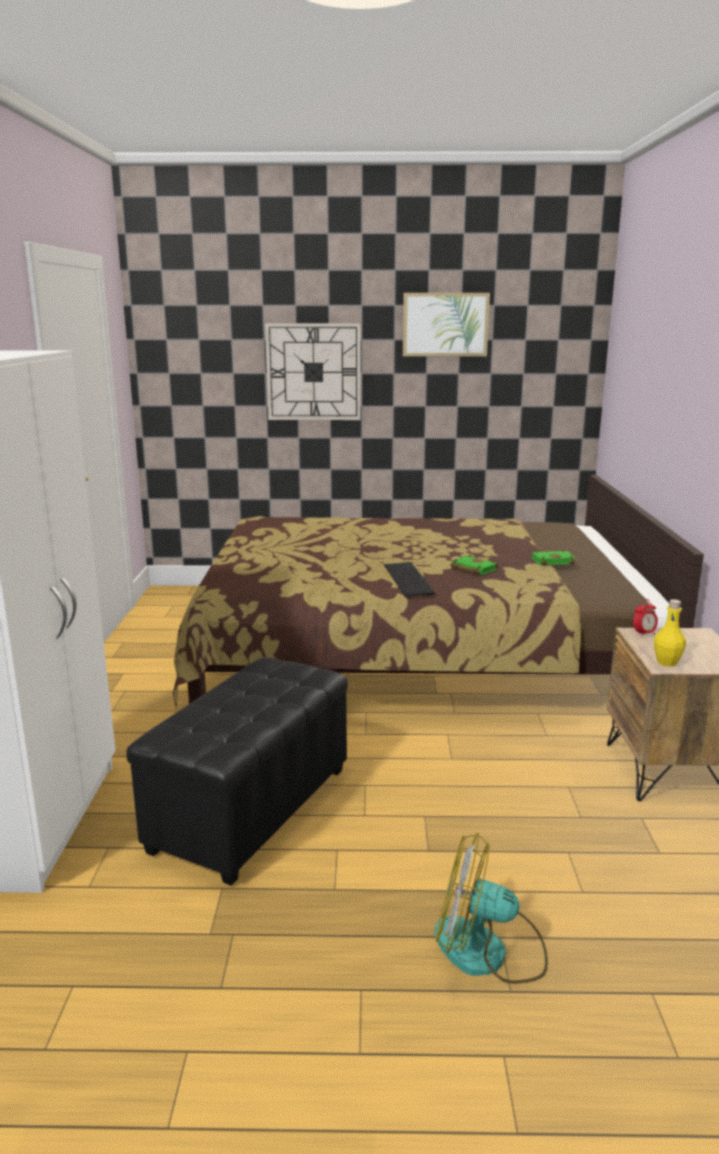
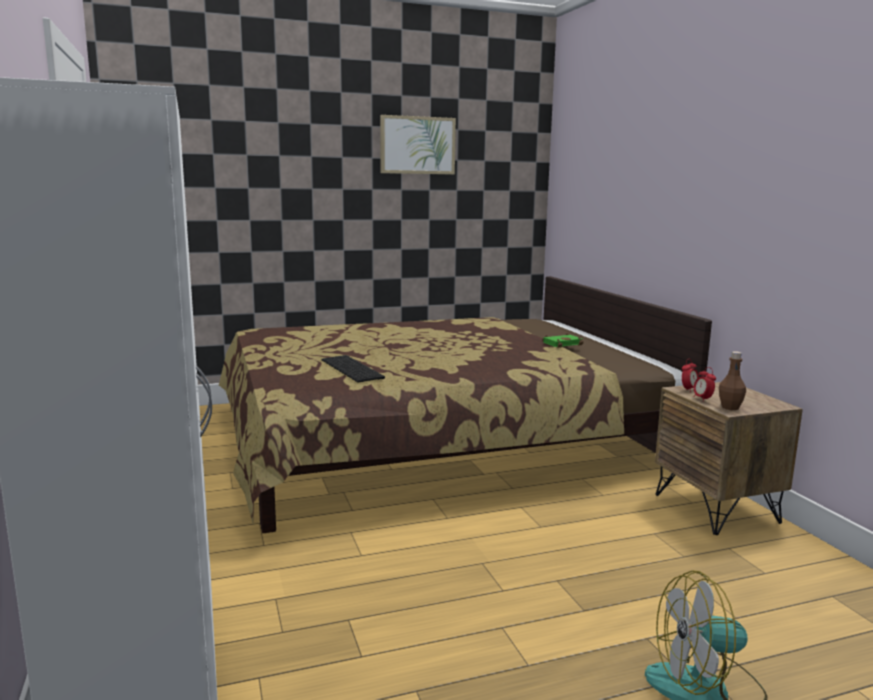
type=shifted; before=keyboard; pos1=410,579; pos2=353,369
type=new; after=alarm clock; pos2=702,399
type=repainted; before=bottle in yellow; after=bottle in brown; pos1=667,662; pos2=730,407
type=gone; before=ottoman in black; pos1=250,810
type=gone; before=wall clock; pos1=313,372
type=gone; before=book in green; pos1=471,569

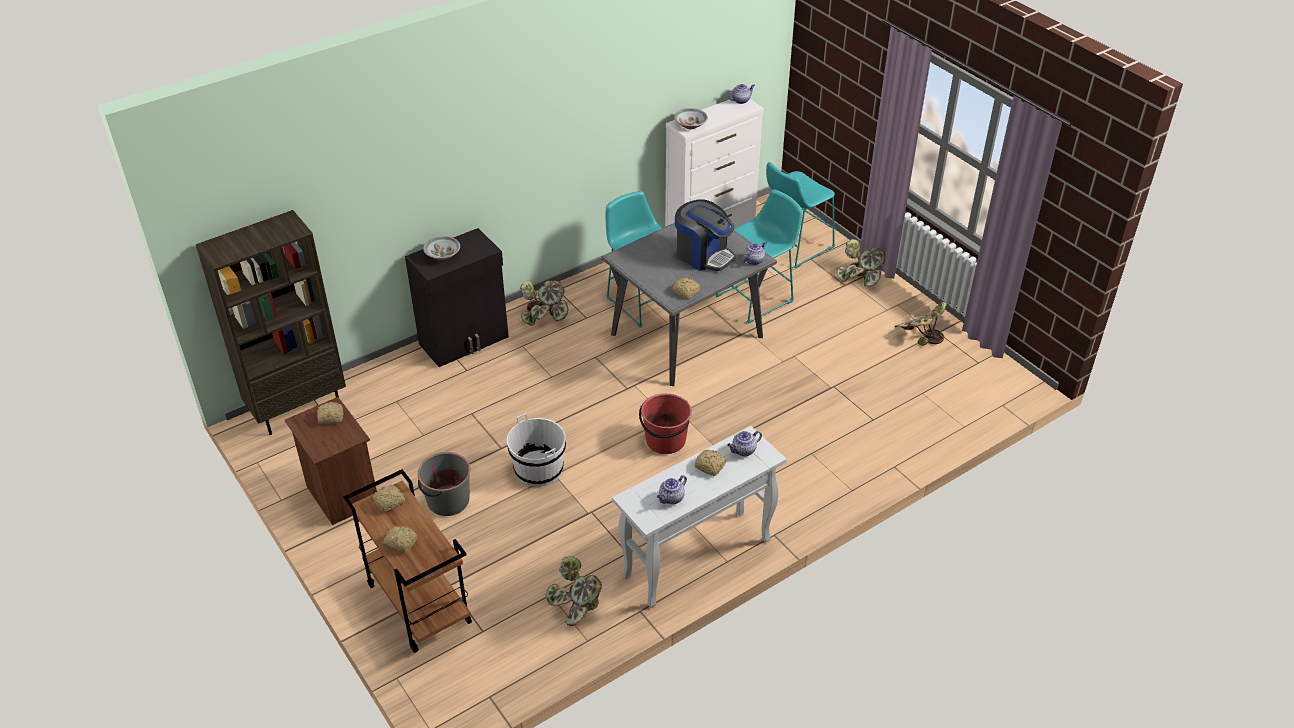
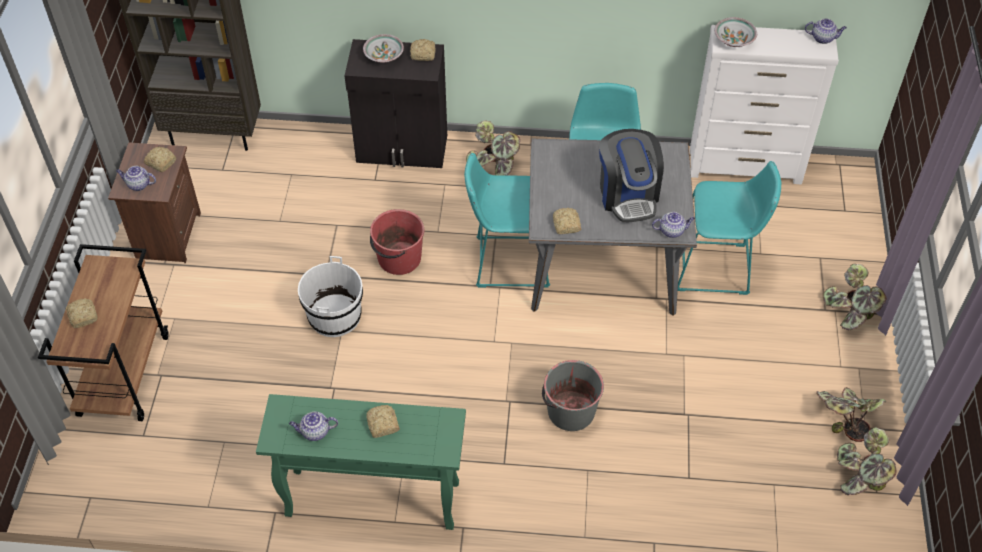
type=shifted; before=teapot; pos1=743,451; pos2=138,185
type=repainted; before=console table in white; after=console table in green; pos1=696,559; pos2=371,499
type=shifted; before=bucket in red; pos1=665,441; pos2=398,259
type=shifted; before=bread; pos1=390,502; pos2=424,54
type=shifted; before=stool in turquoise; pos1=794,248; pos2=507,261
type=shifted; before=bucket in grey; pos1=447,501; pos2=570,411
type=shifted; before=potted plant; pos1=575,607; pos2=860,477

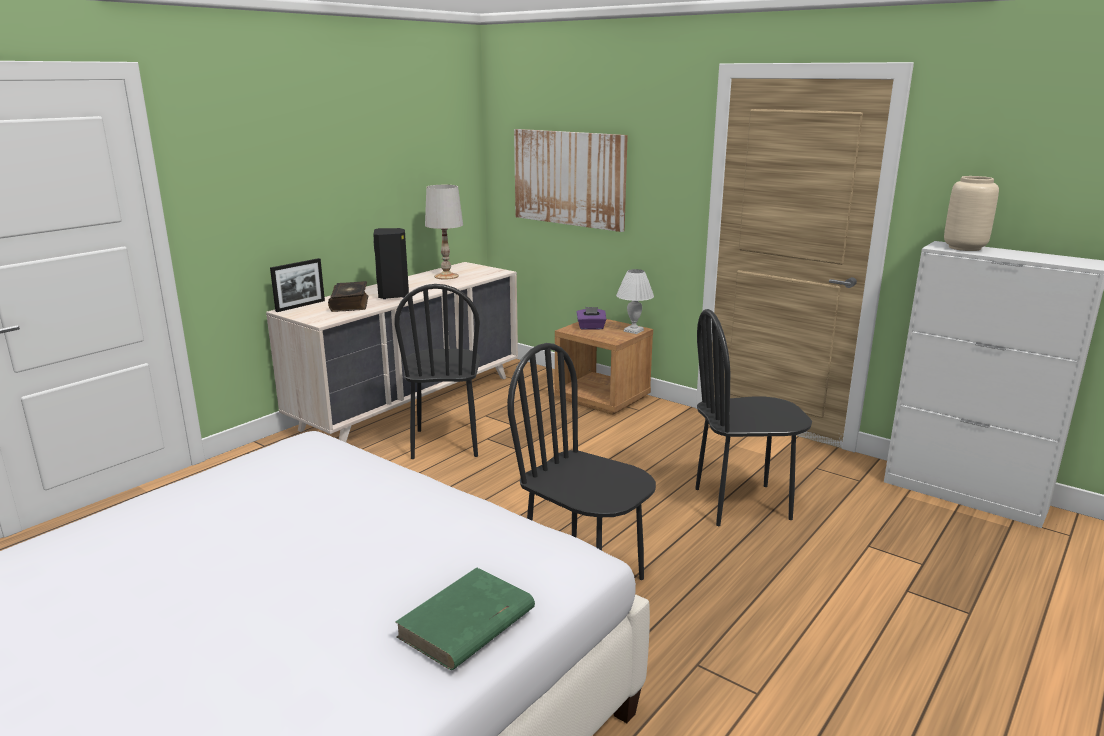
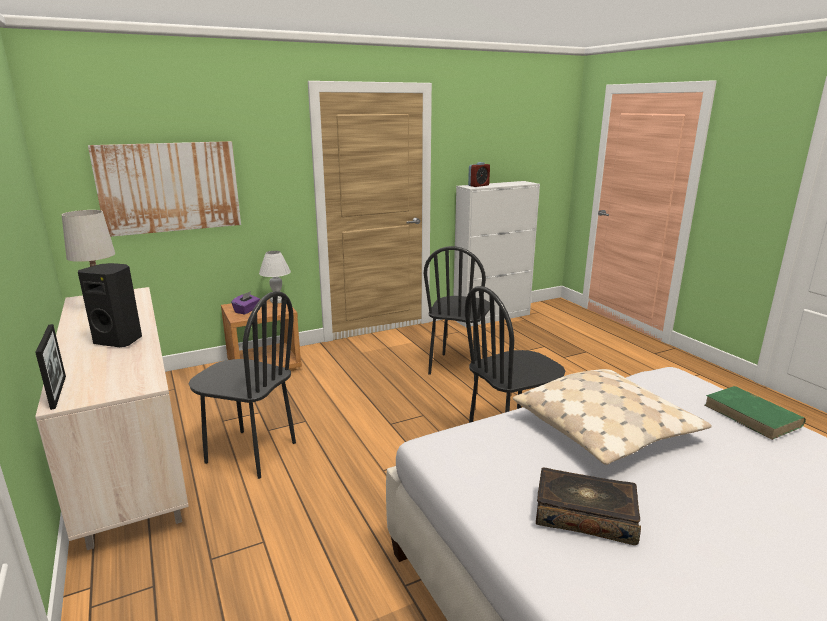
type=swapped; before=vase in beige; after=alarm clock; pos1=965,248; pos2=478,185
type=new; after=pillow in beige; pos2=605,430
type=shifted; before=book; pos1=350,303; pos2=585,515

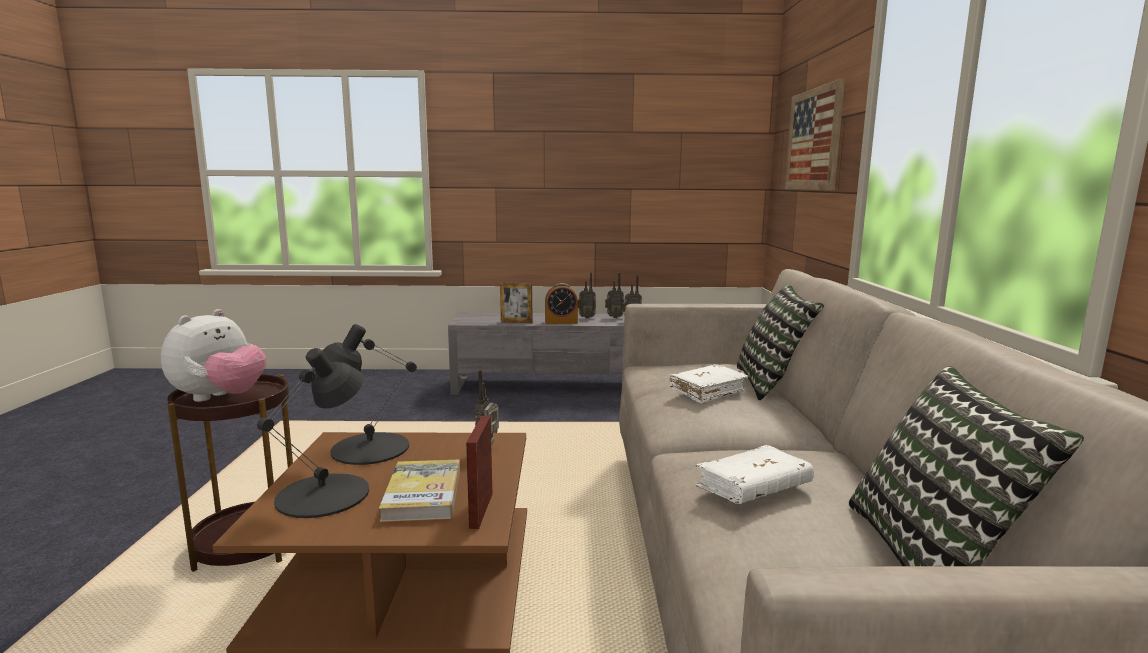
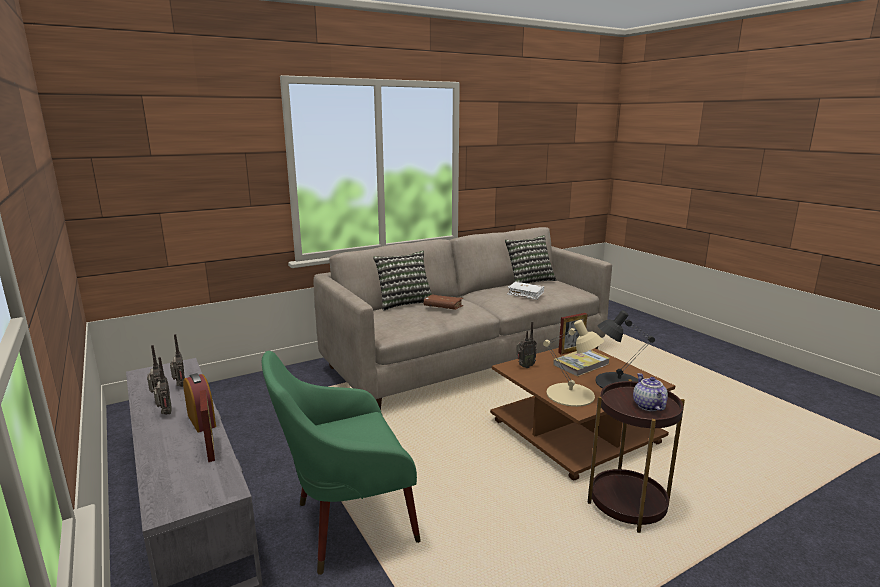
type=new; after=armchair in green; pos2=346,524
type=repainted; before=book in white; after=book in brown; pos1=707,391; pos2=443,307
type=repainted; before=table lamp in black; after=table lamp in beige; pos1=369,448; pos2=571,395
type=swapped; before=plush toy; after=teapot; pos1=220,398; pos2=647,406
type=gone; before=picture; pos1=813,139

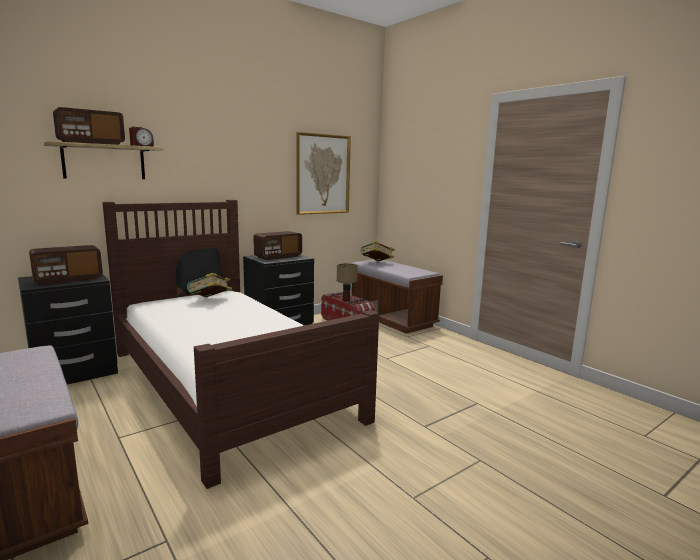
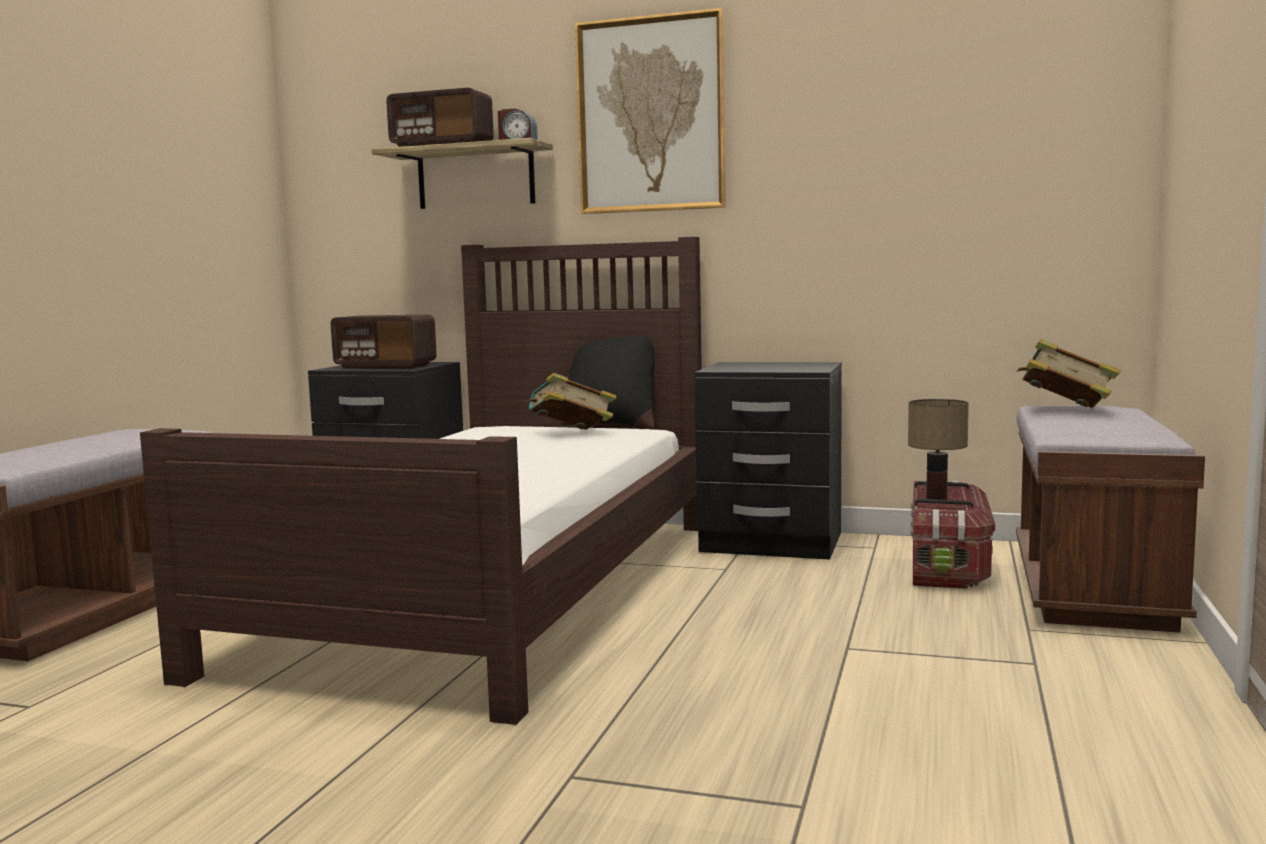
type=shifted; before=picture; pos1=322,174; pos2=651,115
type=gone; before=radio; pos1=278,257

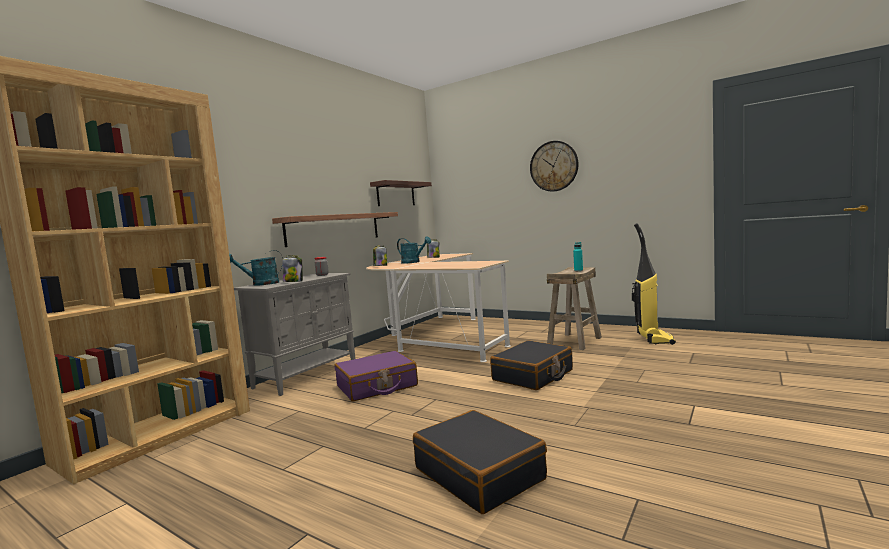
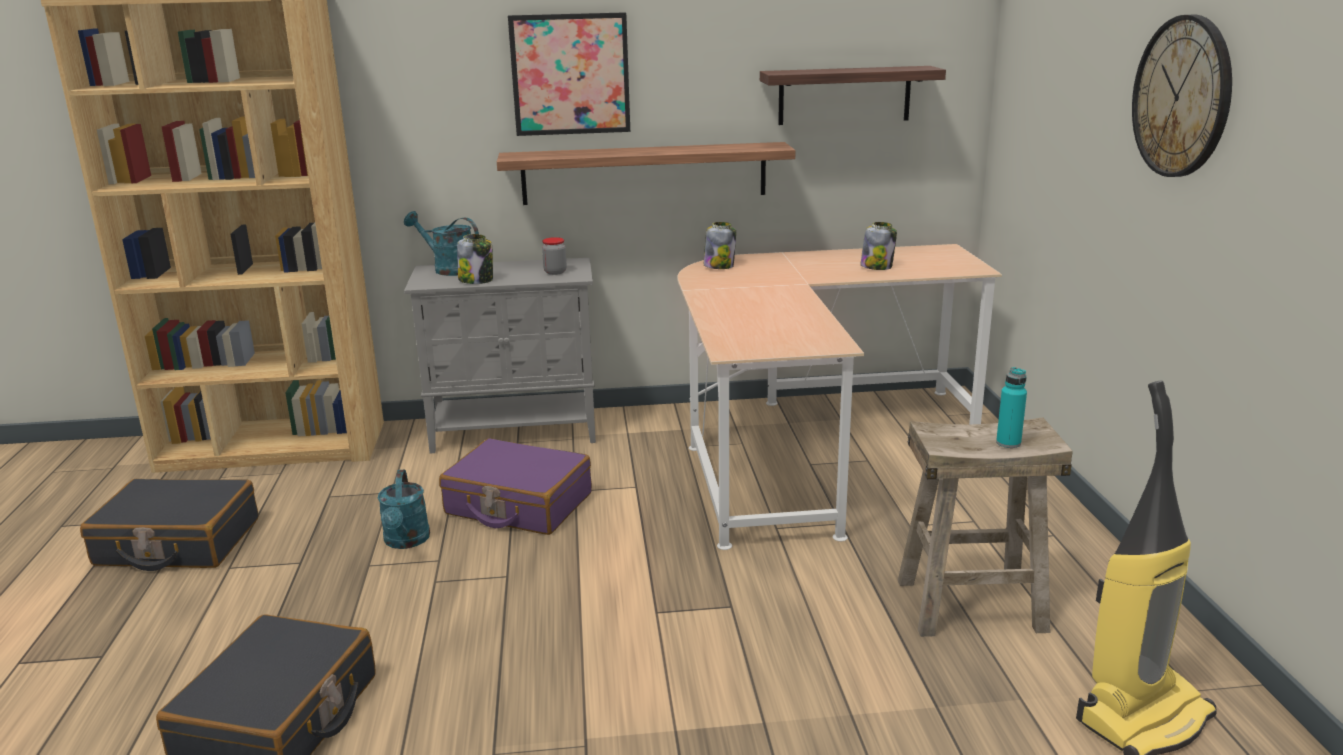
type=shifted; before=suitcase in black; pos1=533,375; pos2=177,543
type=shifted; before=watering can in turquoise; pos1=413,262; pos2=406,541
type=new; after=picture; pos2=570,74

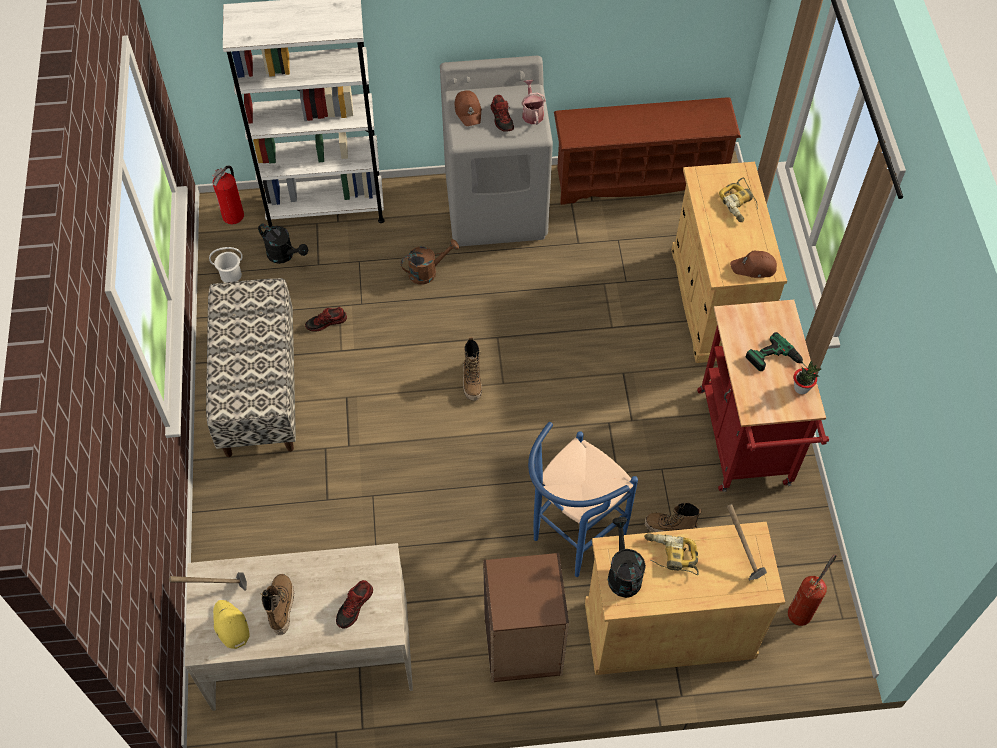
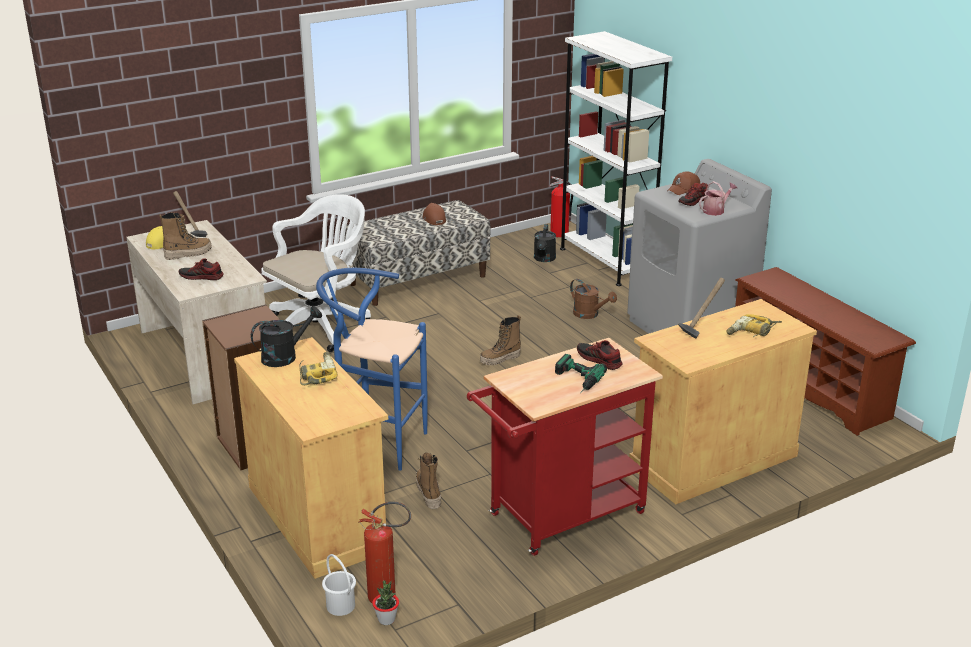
type=new; after=office chair in white; pos2=321,326
type=shifted; before=bucket in white; pos1=230,275; pos2=341,605
type=shifted; before=potted plant; pos1=801,388; pos2=386,619
type=shifted; before=cap in brown; pos1=754,268; pos2=433,219
type=shifted; before=shoe; pos1=326,323; pos2=599,360
type=shifted; before=hammer; pos1=741,555; pos2=700,327

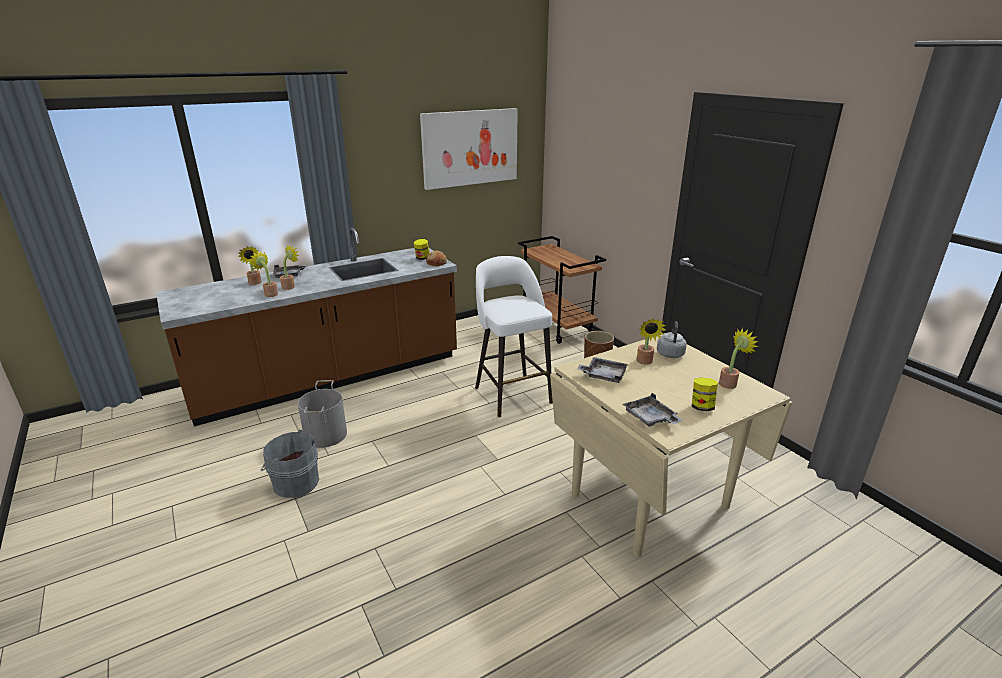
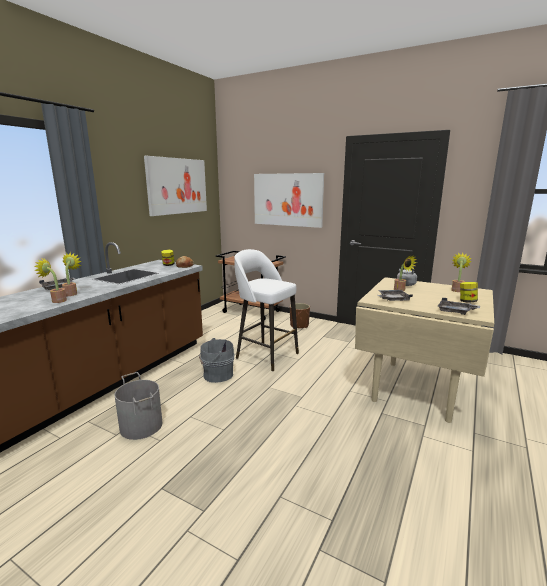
type=shifted; before=bucket in grey; pos1=294,482; pos2=216,375
type=new; after=picture; pos2=288,199
type=gone; before=potted plant; pos1=255,283

